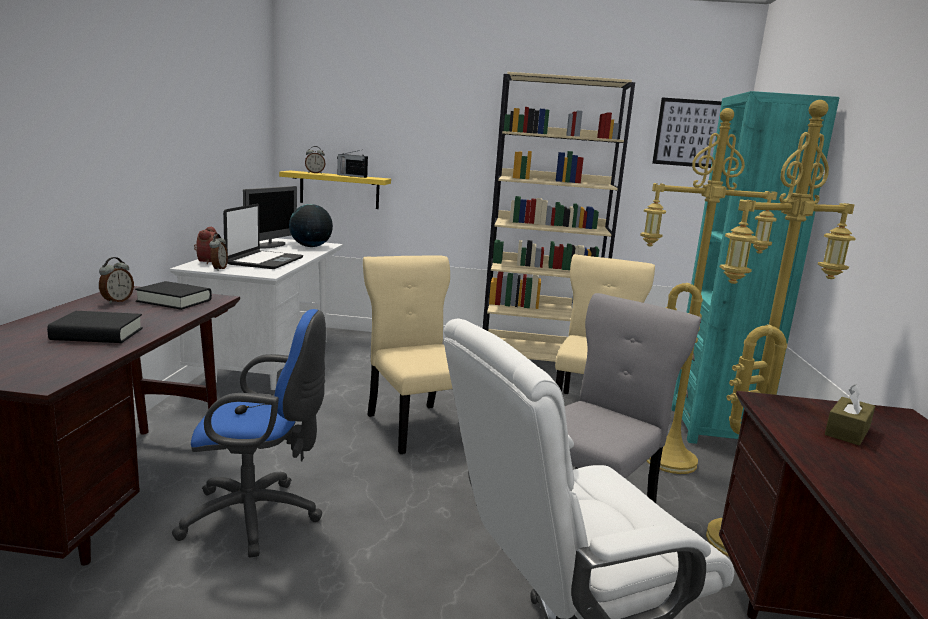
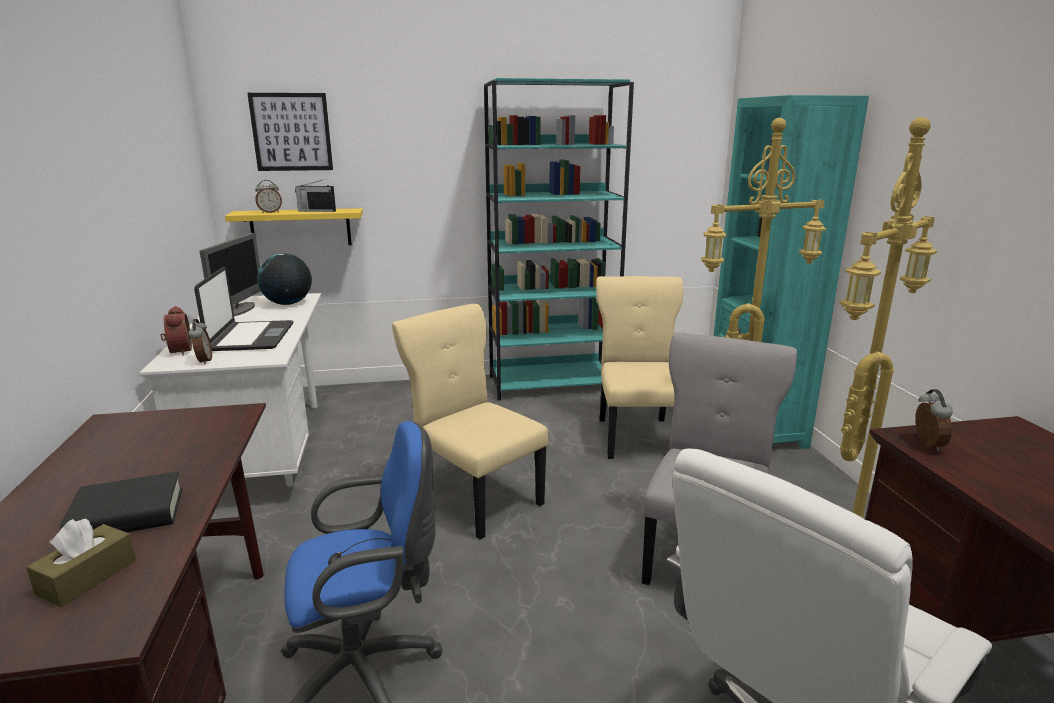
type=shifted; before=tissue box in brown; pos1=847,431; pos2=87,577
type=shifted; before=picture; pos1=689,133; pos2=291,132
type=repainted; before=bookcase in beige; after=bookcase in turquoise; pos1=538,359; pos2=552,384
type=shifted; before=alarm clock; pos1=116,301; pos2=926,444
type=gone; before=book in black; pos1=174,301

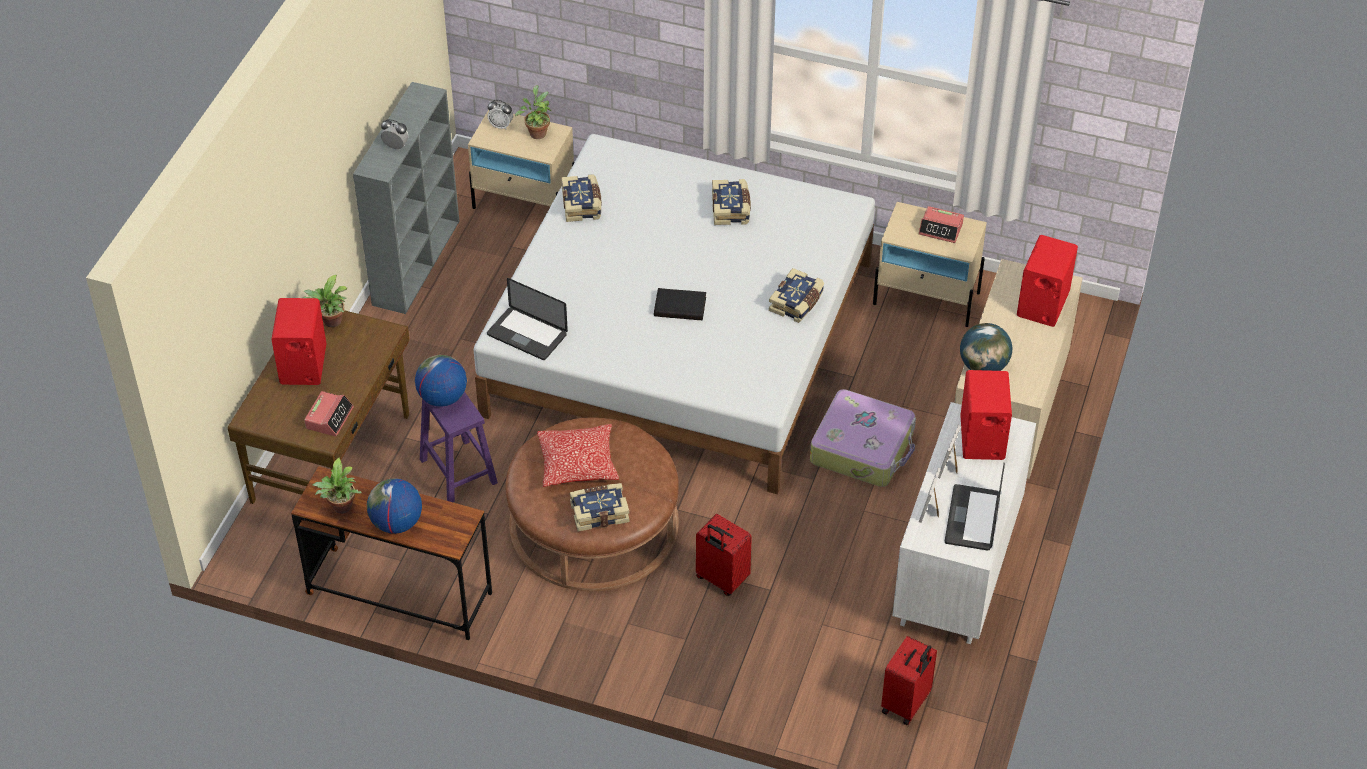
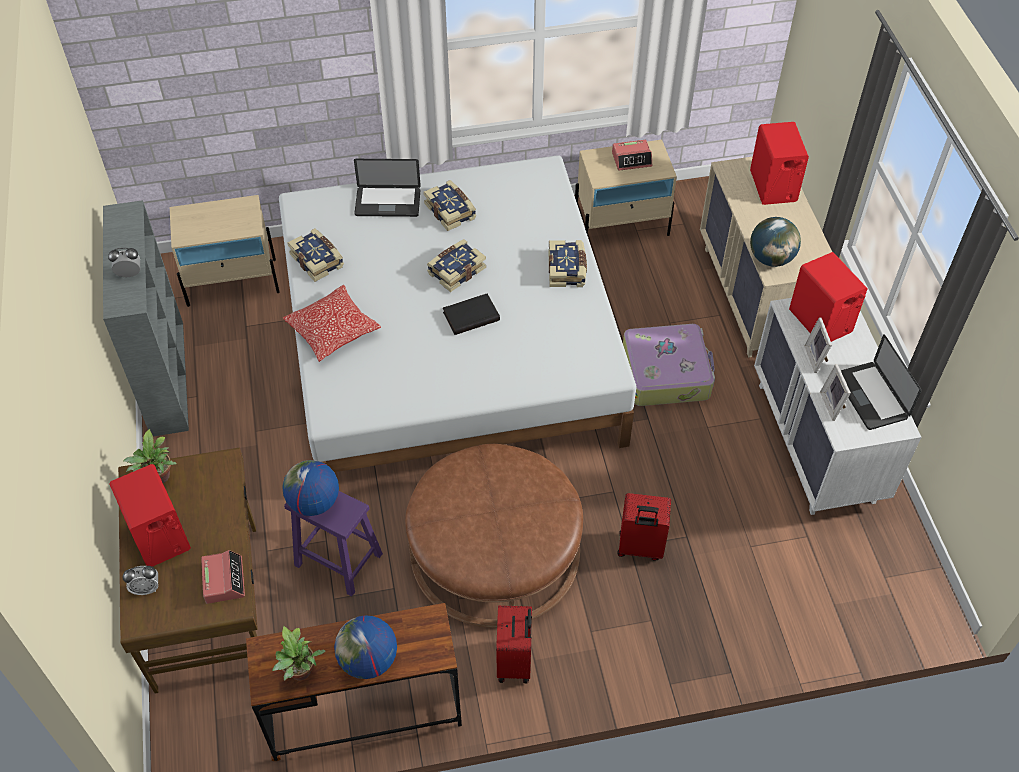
type=shifted; before=alarm clock; pos1=501,125; pos2=146,588
type=shifted; before=pillow; pos1=578,464; pos2=333,330
type=shifted; before=laptop; pos1=527,335; pos2=388,203
type=shifted; before=book; pos1=599,512; pos2=456,270
type=shifted; before=suitcase in red; pos1=906,704; pos2=515,662
type=gone; before=potted plant; pos1=537,132

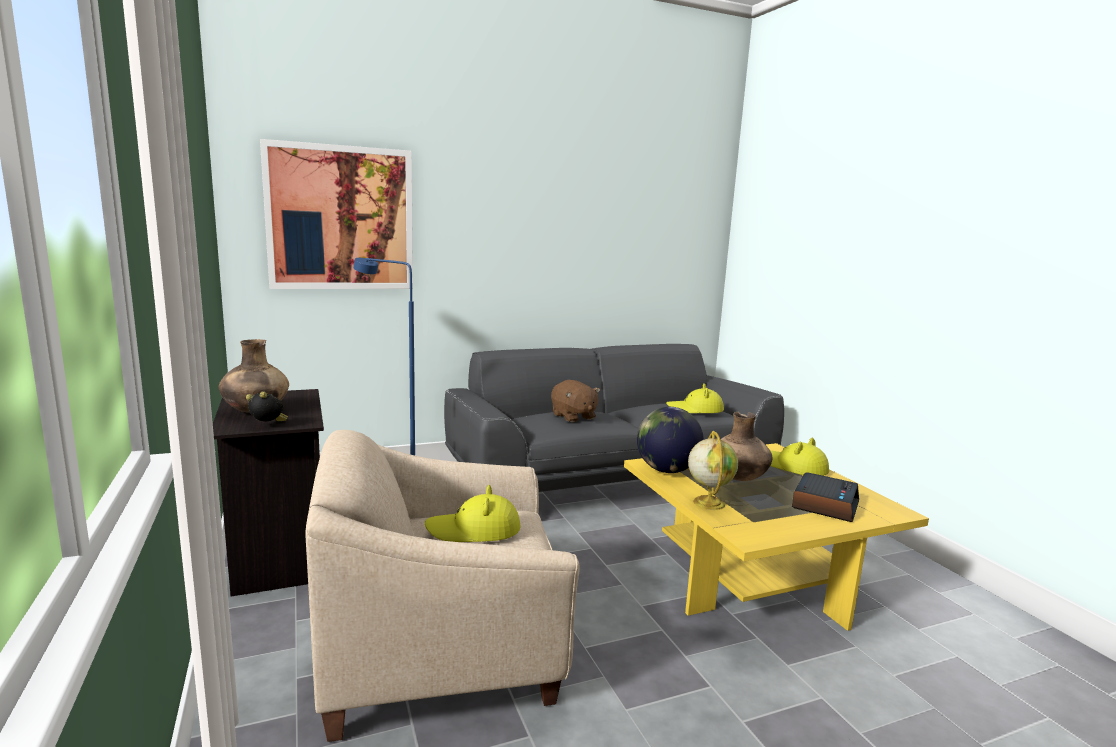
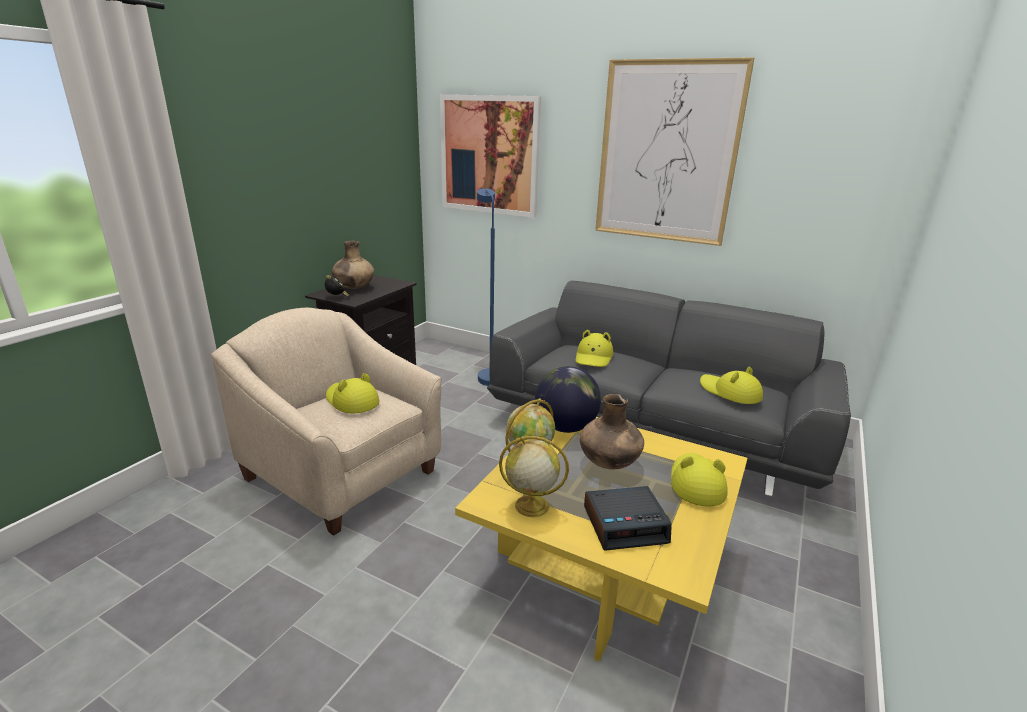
type=new; after=globe; pos2=530,506
type=swapped; before=plush toy in brown; after=hat in yellow; pos1=573,416; pos2=593,357
type=new; after=picture; pos2=667,153

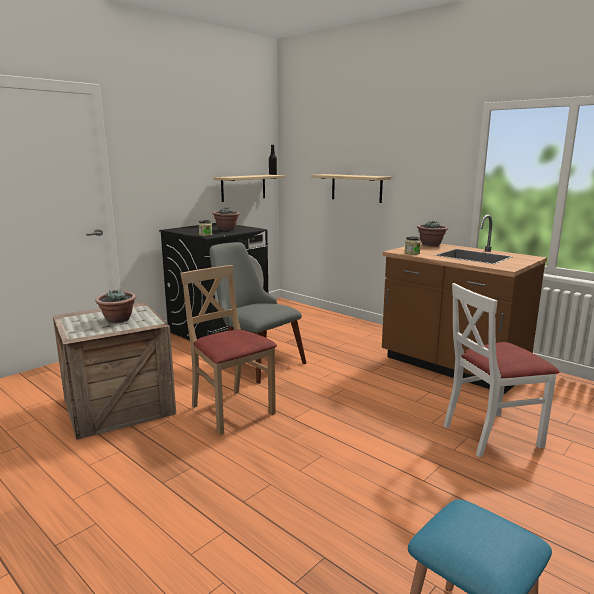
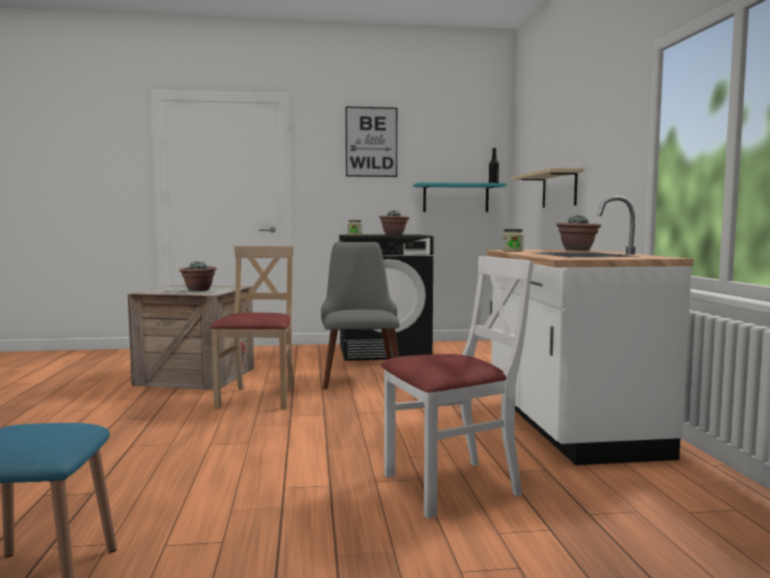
type=new; after=picture; pos2=371,142
type=rotated; before=chair in white; pos1=490,434; pos2=451,486; turn=135
type=repainted; before=shelf in beige; after=shelf in turquoise; pos1=243,187; pos2=455,198
type=repainted; before=counter in brown; after=counter in white; pos1=452,366; pos2=569,427

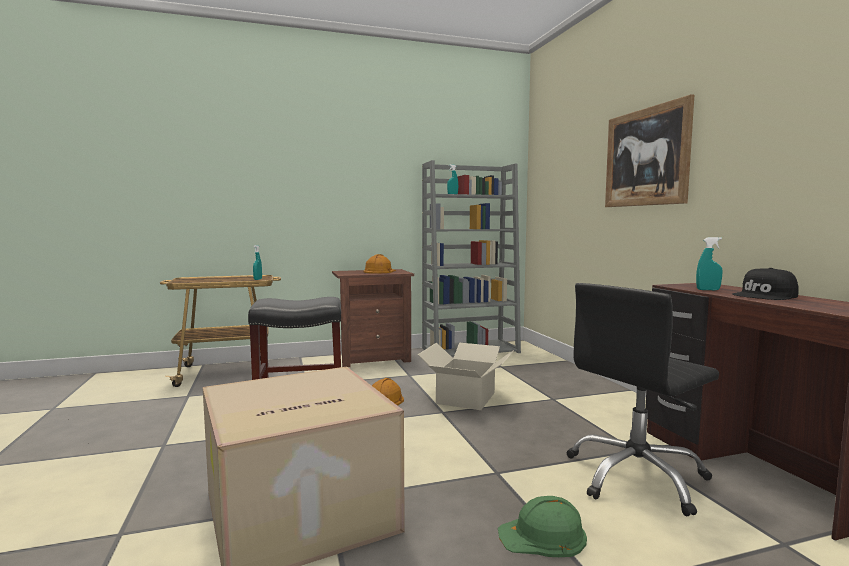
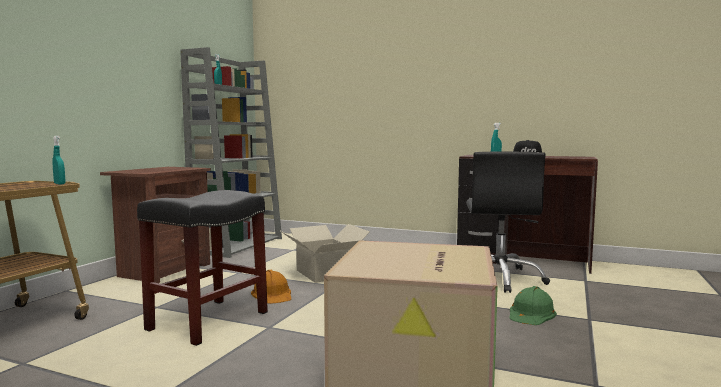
type=gone; before=hard hat in orange; pos1=379,271
type=gone; before=picture; pos1=646,157

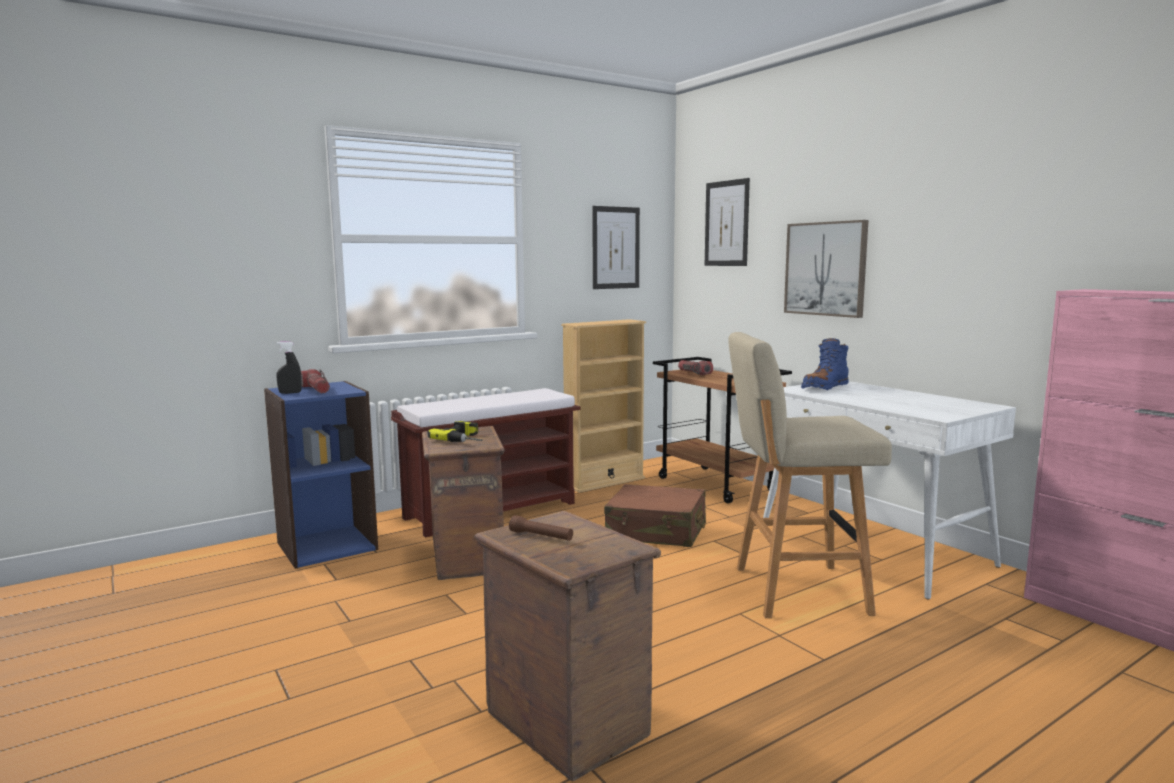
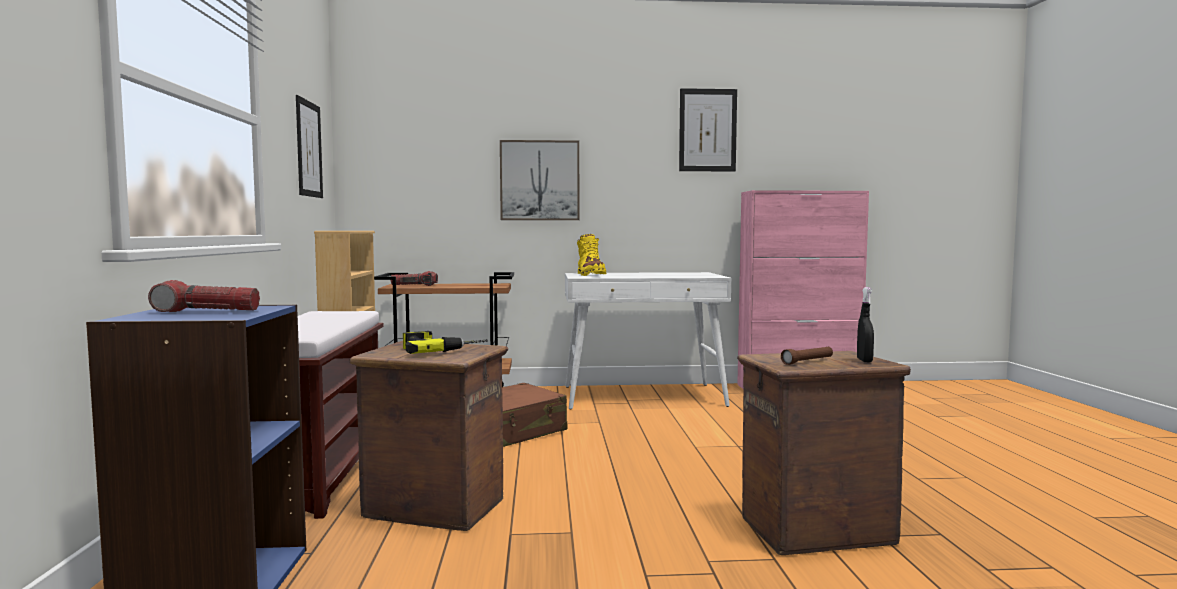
type=repainted; before=boot in blue; after=boot in yellow; pos1=824,388; pos2=590,275
type=shifted; before=picture; pos1=726,223; pos2=707,130
type=shifted; before=spray bottle in black; pos1=290,393; pos2=864,360
type=gone; before=stool in beige; pos1=795,590

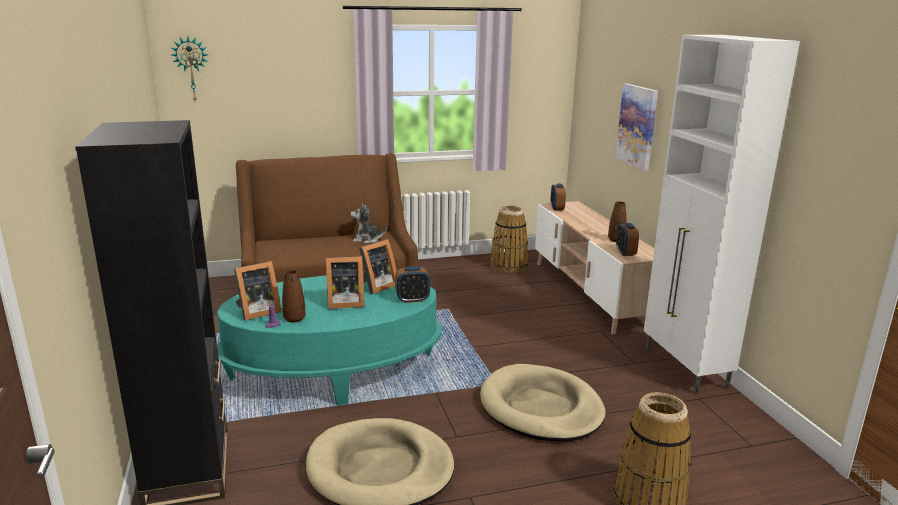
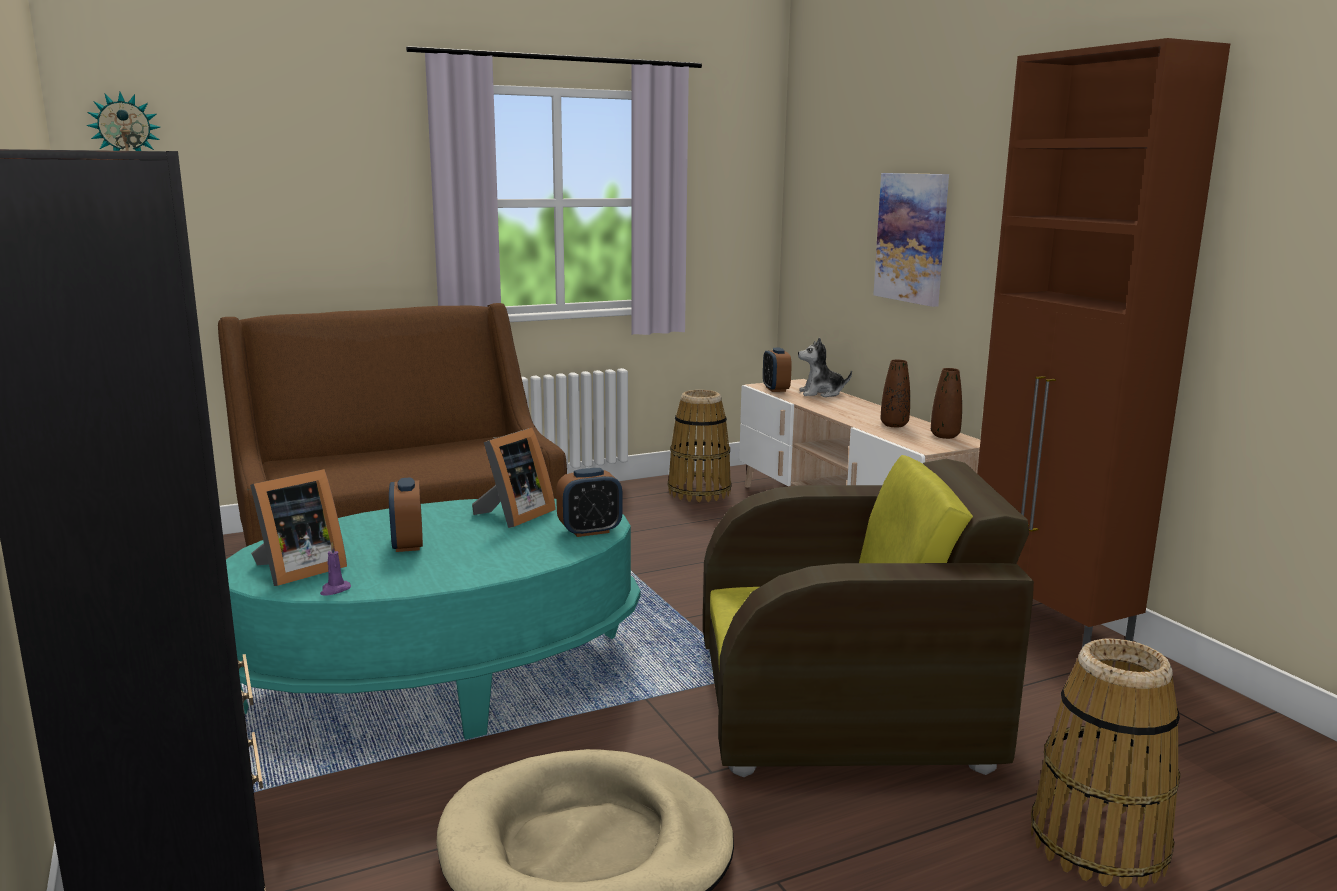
type=shifted; before=alarm clock; pos1=625,253; pos2=407,544
type=swapped; before=dog bed in beige; after=armchair in brown; pos1=541,408; pos2=842,707
type=shifted; before=plush toy; pos1=367,240; pos2=821,393
type=shifted; before=vase in brown; pos1=294,319; pos2=945,436
type=repainted; before=cabinet in white; after=cabinet in brown; pos1=685,369; pos2=1049,623
type=gone; before=picture frame; pos1=344,303

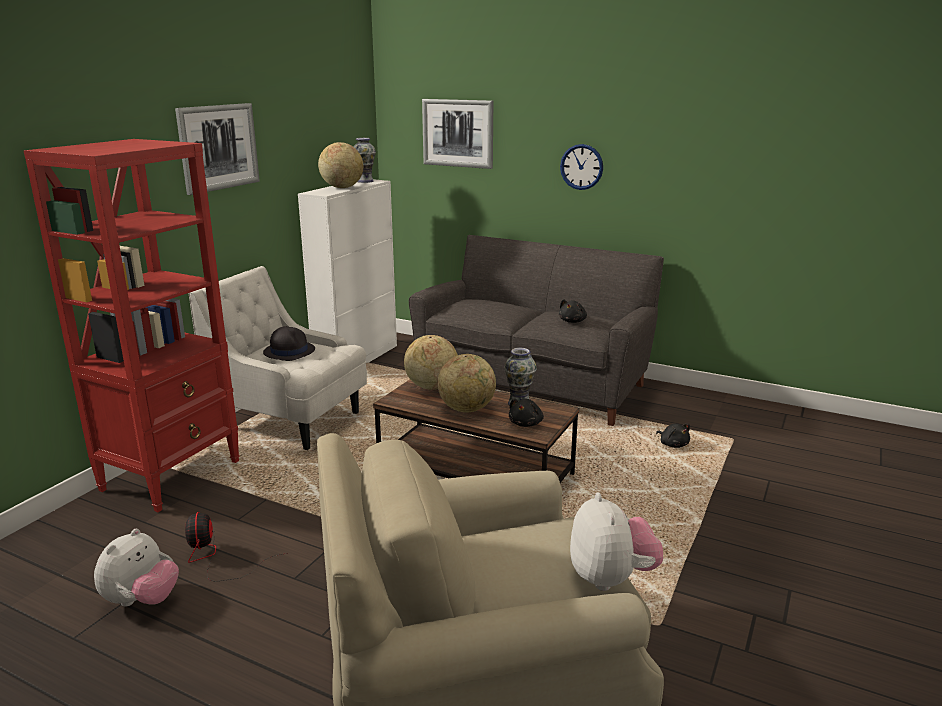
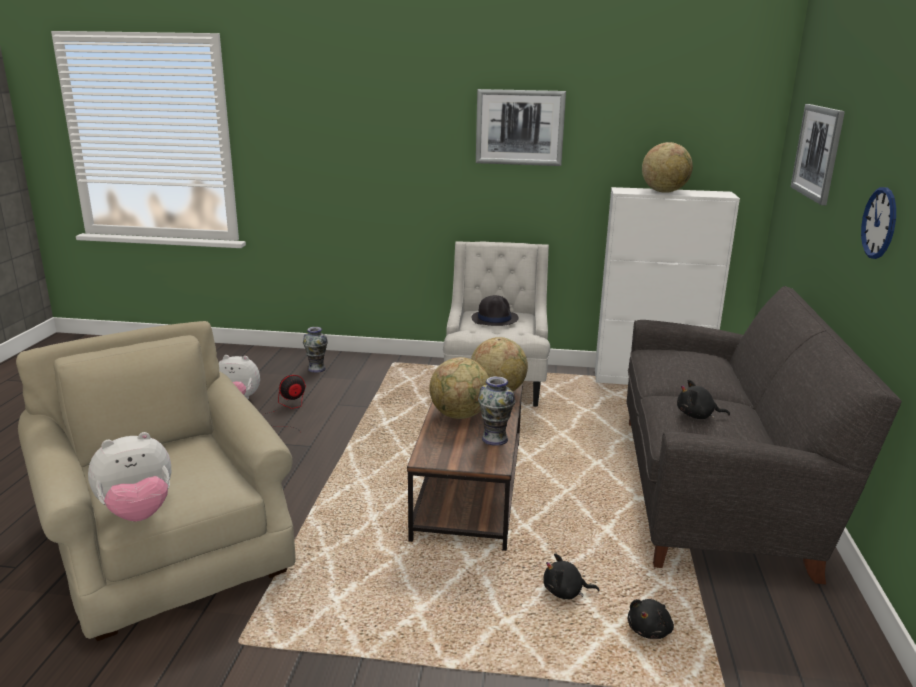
type=shifted; before=vase; pos1=365,181; pos2=317,369
type=shifted; before=plush toy in black; pos1=526,423; pos2=565,592
type=gone; before=bookcase in red; pos1=172,475

